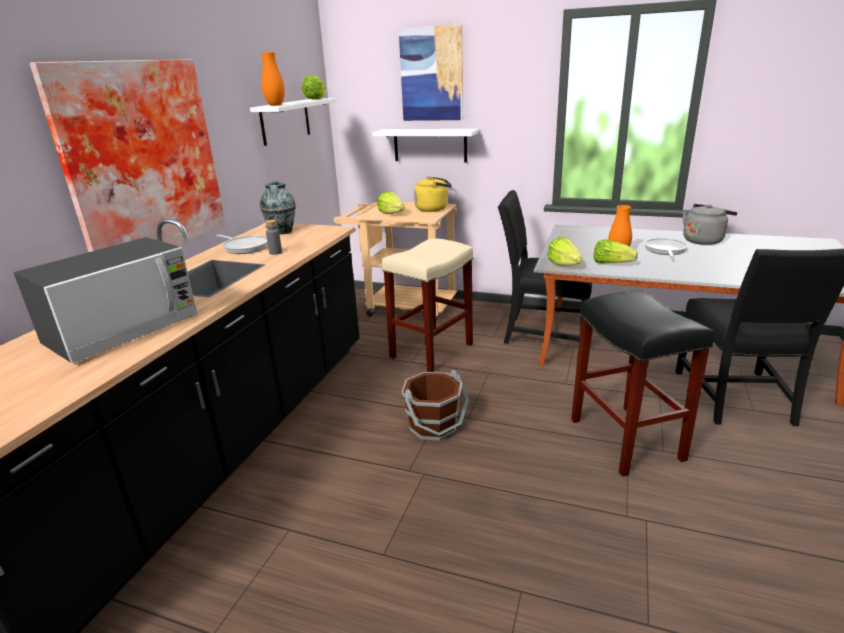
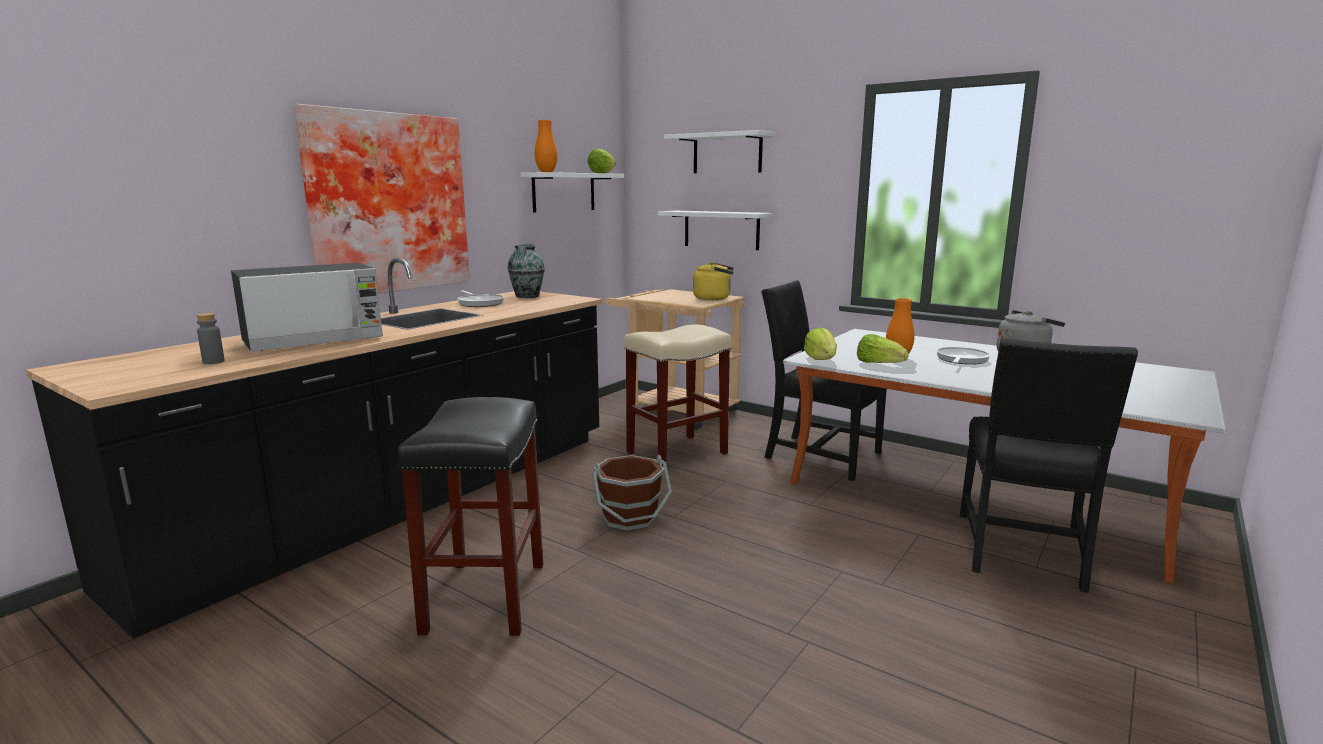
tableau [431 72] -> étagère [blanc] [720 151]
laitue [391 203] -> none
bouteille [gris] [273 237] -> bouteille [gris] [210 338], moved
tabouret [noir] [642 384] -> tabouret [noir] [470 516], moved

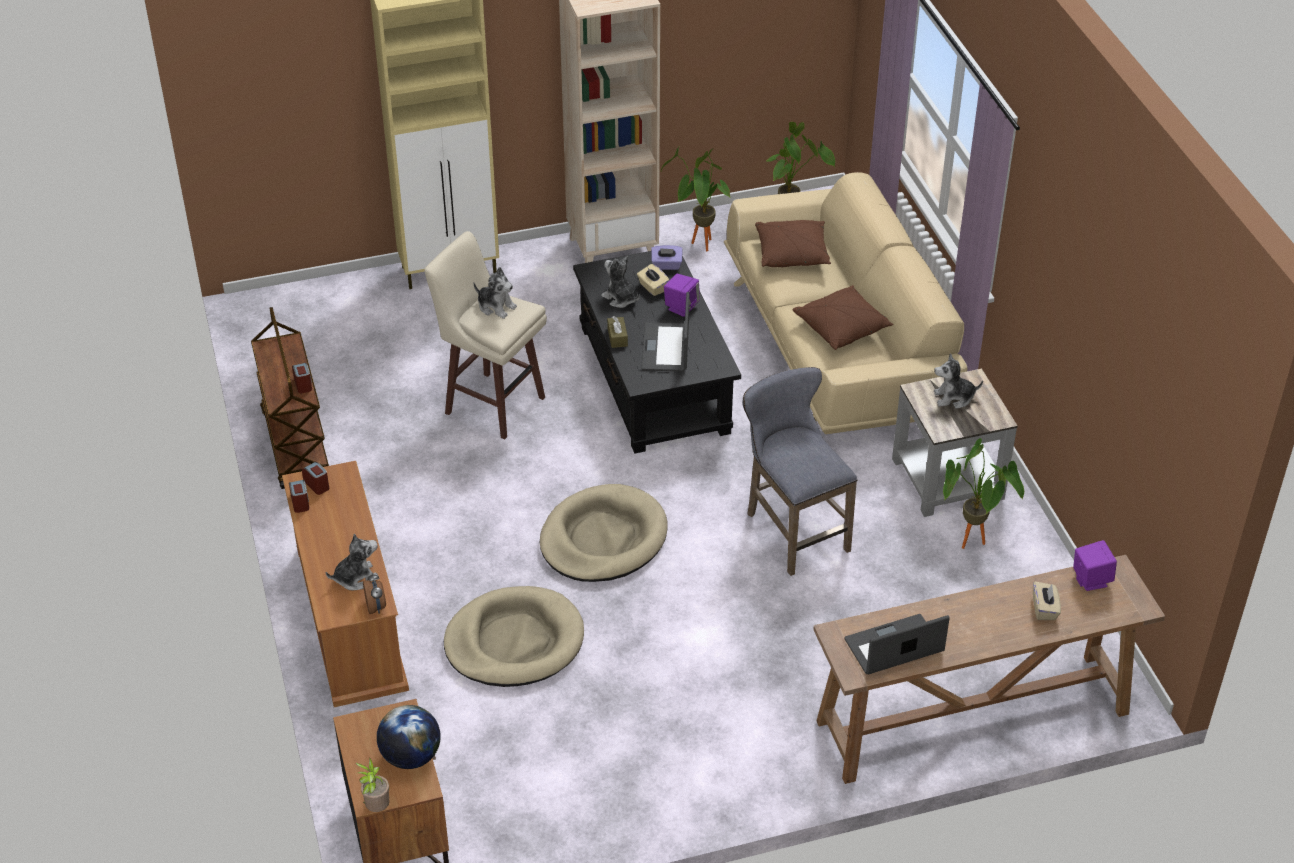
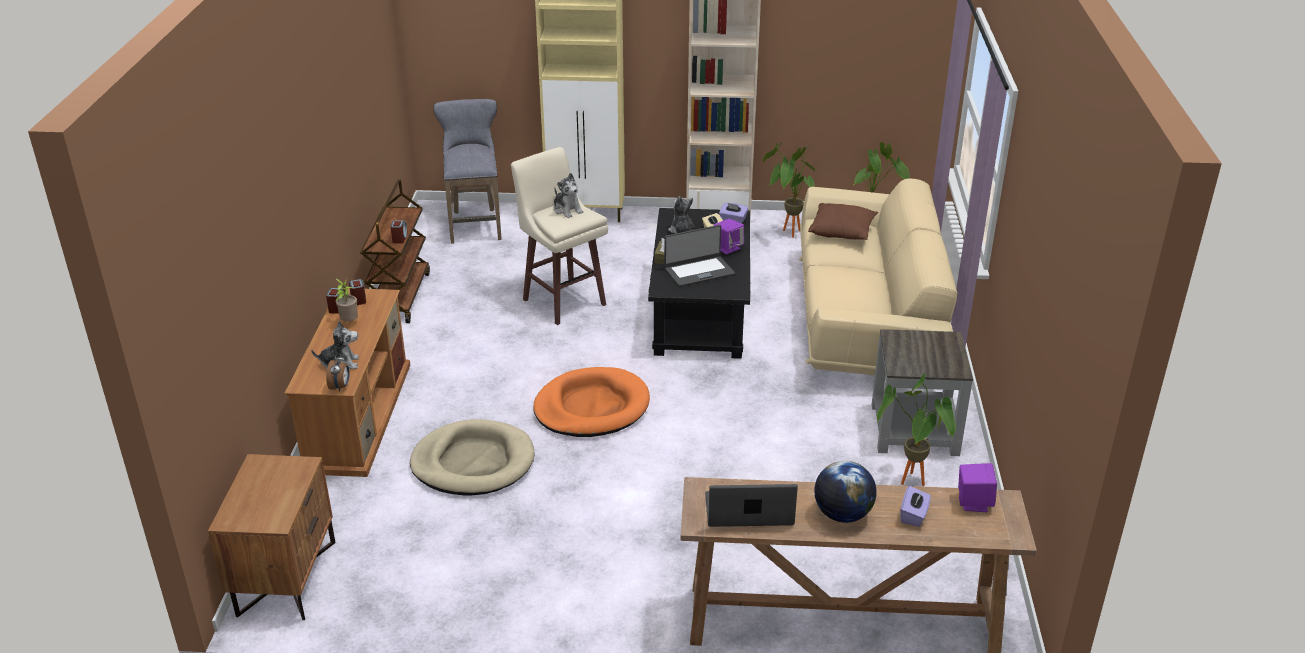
coussin [marron] [843 317] -> none
ordinateur portable [665 332] -> ordinateur portable [699 256], 135 degrees counterclockwise
peluche [958 381] -> none
tabouret [gris] [800 471] -> tabouret [gris] [467 171], moved
panier pour chien [beige] [604 533] -> panier pour chien [orange] [591 402]
boîte à mouchoirs [beige] [1047 600] -> boîte à mouchoirs [violet] [915 506]
globe [408 737] -> globe [845 492], moved
plante en pot [373 784] -> plante en pot [346 300], moved

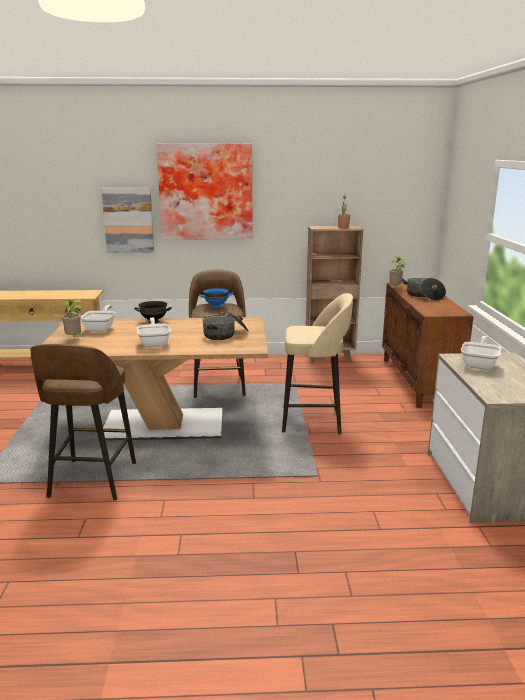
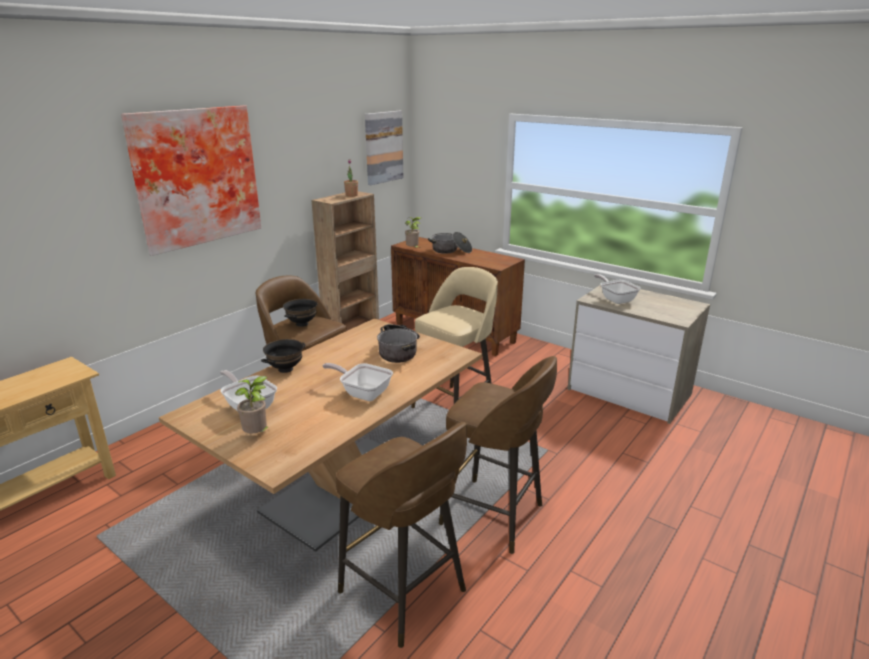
tableau [127 220] -> tableau [384 148], moved
bol [bleu] [216 298] -> bol [noir] [300 313]
none -> tabouret [marron] [498 455]

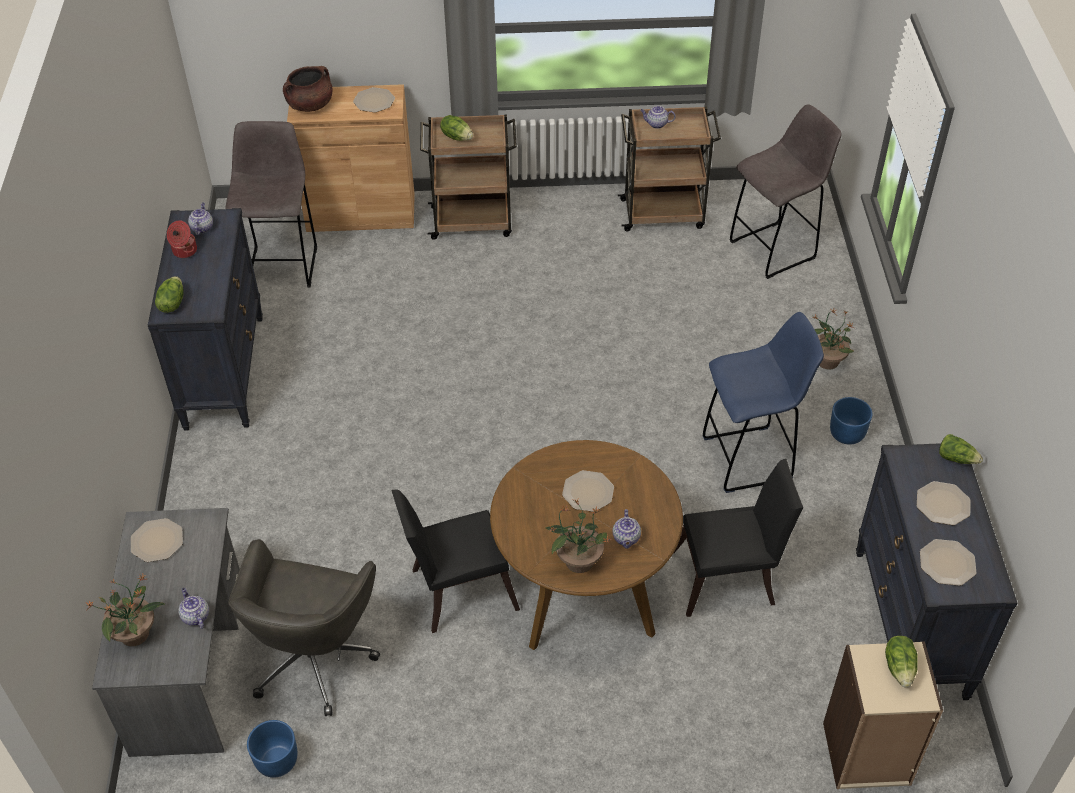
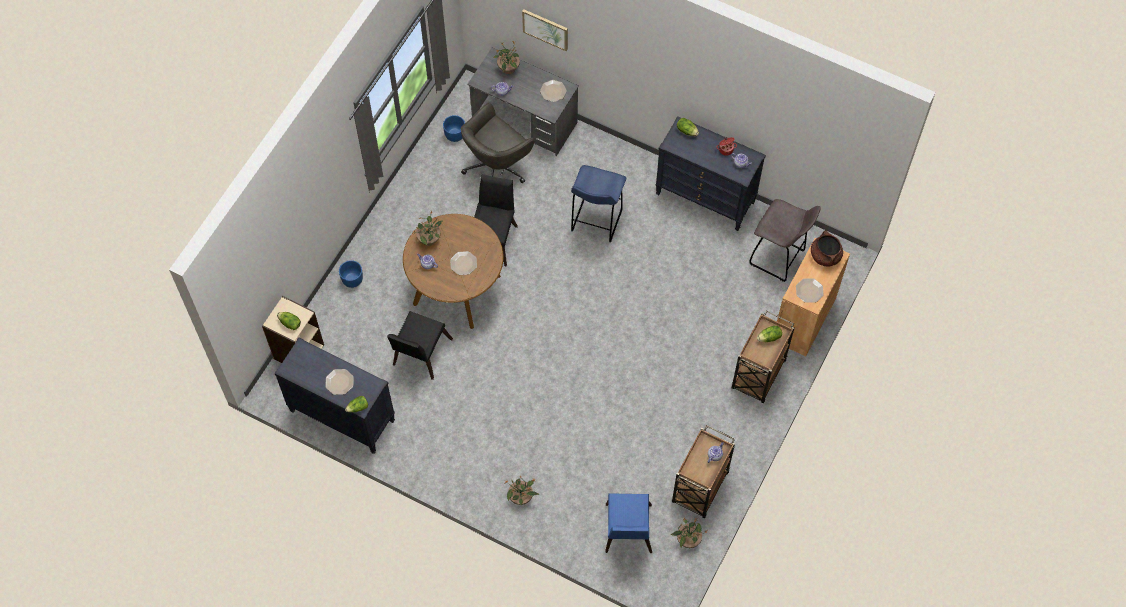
tabouret [gris] [786 191] -> chaise [bleu] [628 523]
tabouret [bleu] [763 402] -> tabouret [bleu] [598 203], moved
cache-pot [bleu] [851 421] -> cache-pot [bleu] [351 274], moved
chaise de bureau [gris] [304 627] -> chaise de bureau [gris] [497 143], 90 degrees counterclockwise
assiette [948 562] -> none
none -> tableau [545 30]
none -> plante en pot [689 532]

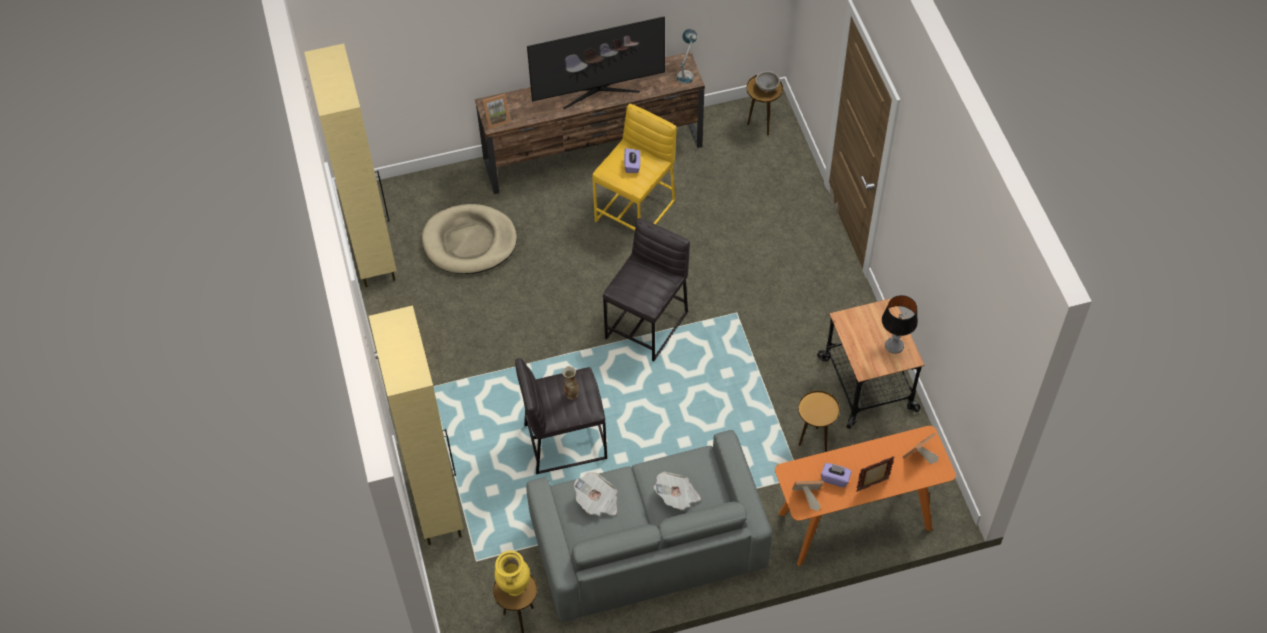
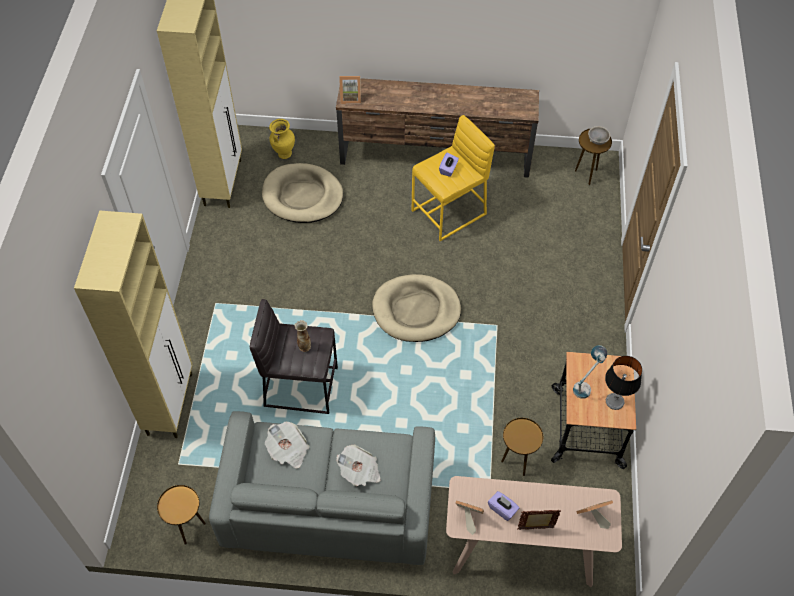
téléviseur [596 63] -> none
lampe de table [687 56] -> lampe de table [590 372], moved
tabouret [gris] [646 289] -> panier pour chien [beige] [416 308]
table console [orange] [865 496] -> table console [beige] [534 531]
vase [jaune] [512 573] -> vase [jaune] [282 139], moved

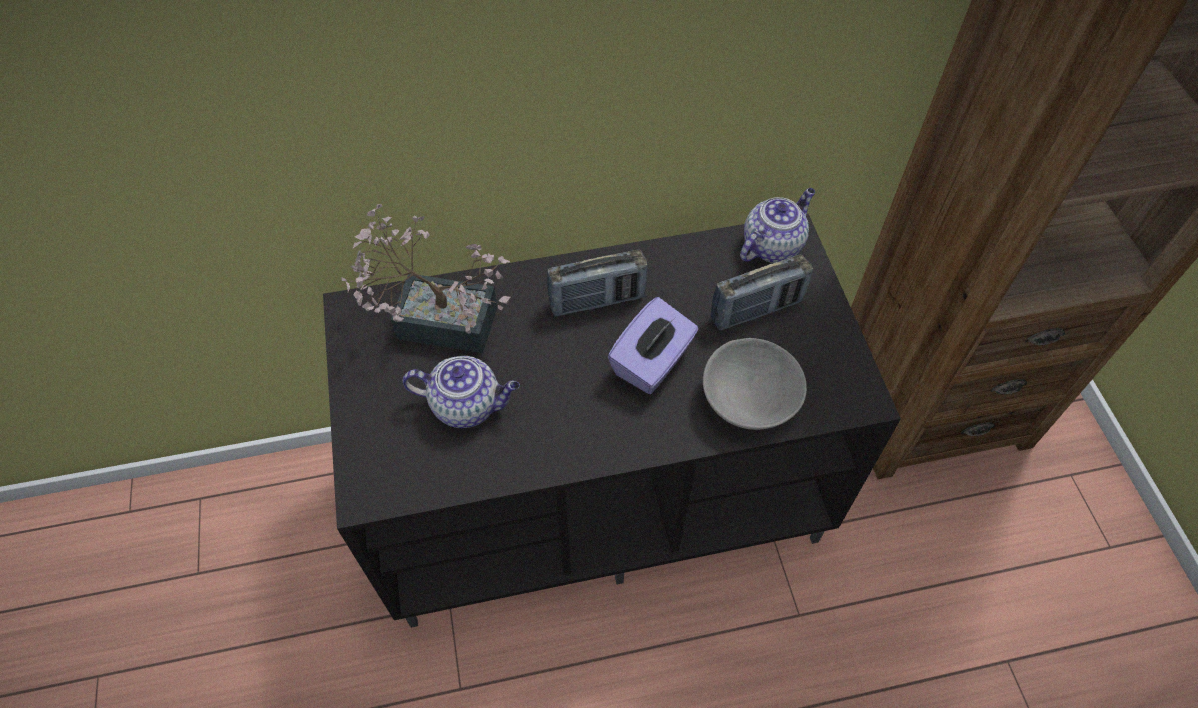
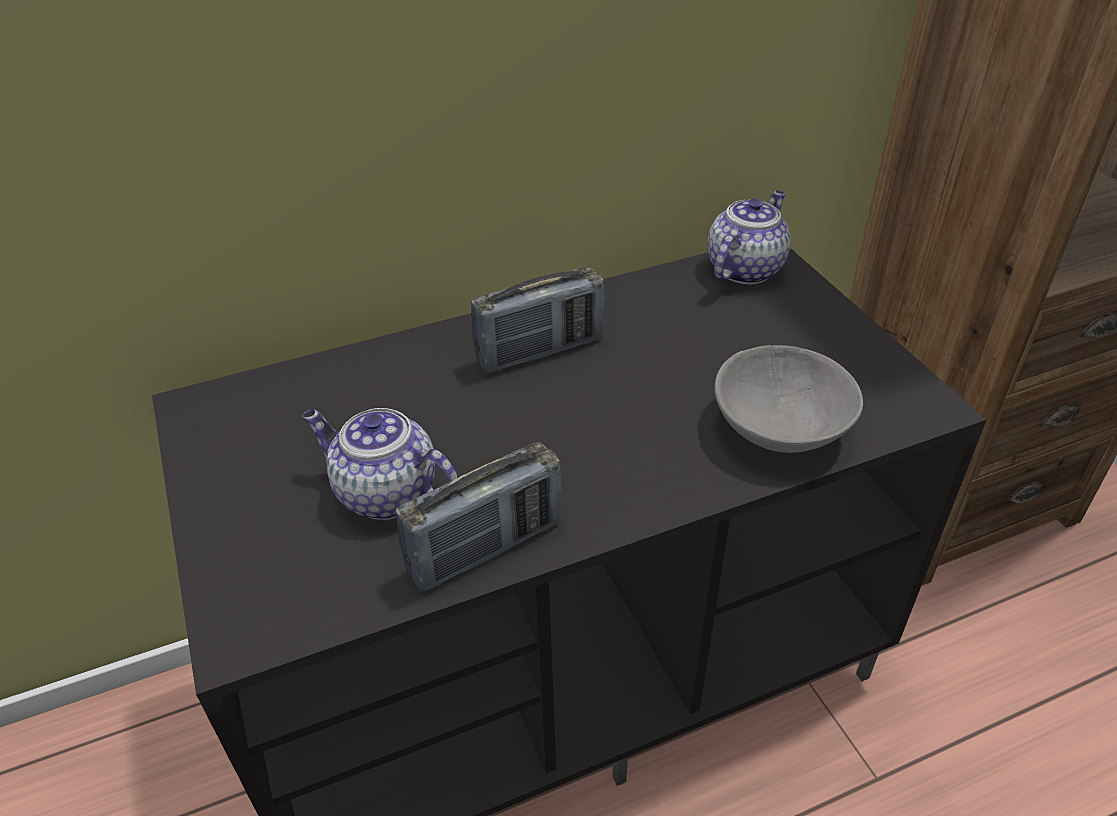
plante en pot [425 278] -> none
radio [762 293] -> radio [479 517], moved
boîte à mouchoirs [violet] [653 345] -> none
théière [461 392] -> théière [380 464], 150 degrees counterclockwise

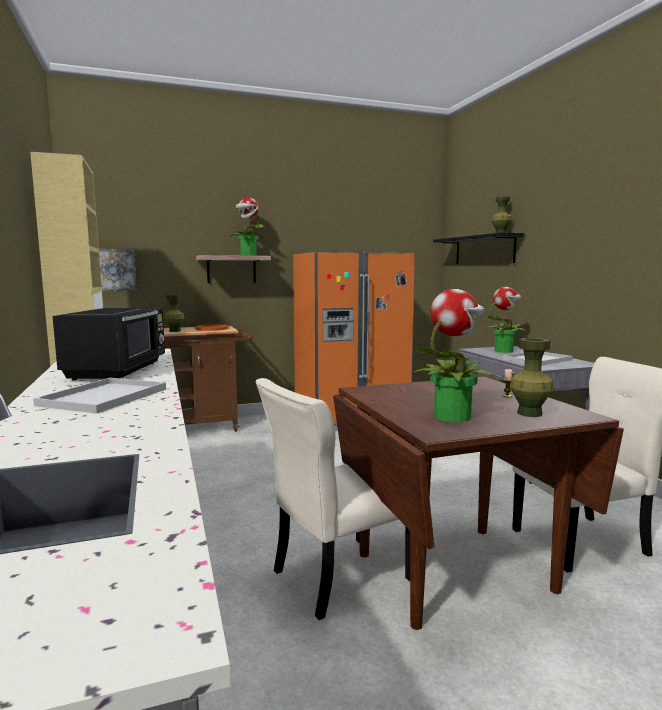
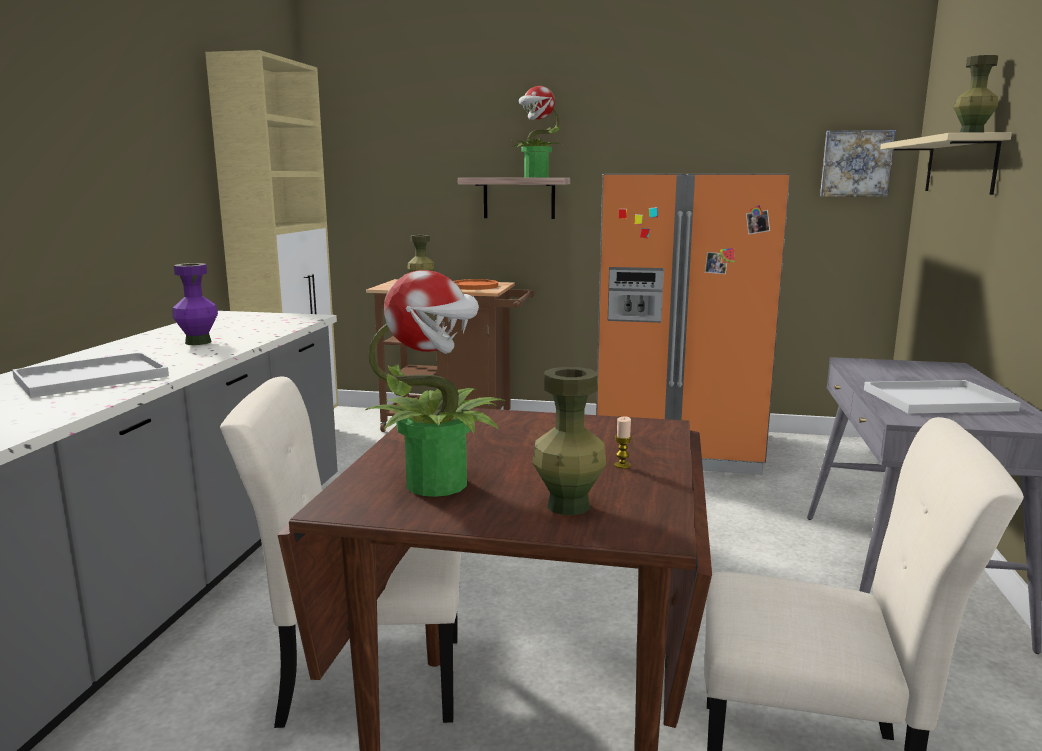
étagère [noir] [478 248] -> étagère [beige] [946 163]
tableau [117 270] -> tableau [858 163], moved
plante en pot [505 320] -> none
micro-ondes [noir] [109 344] -> vase [violet] [195 304]

